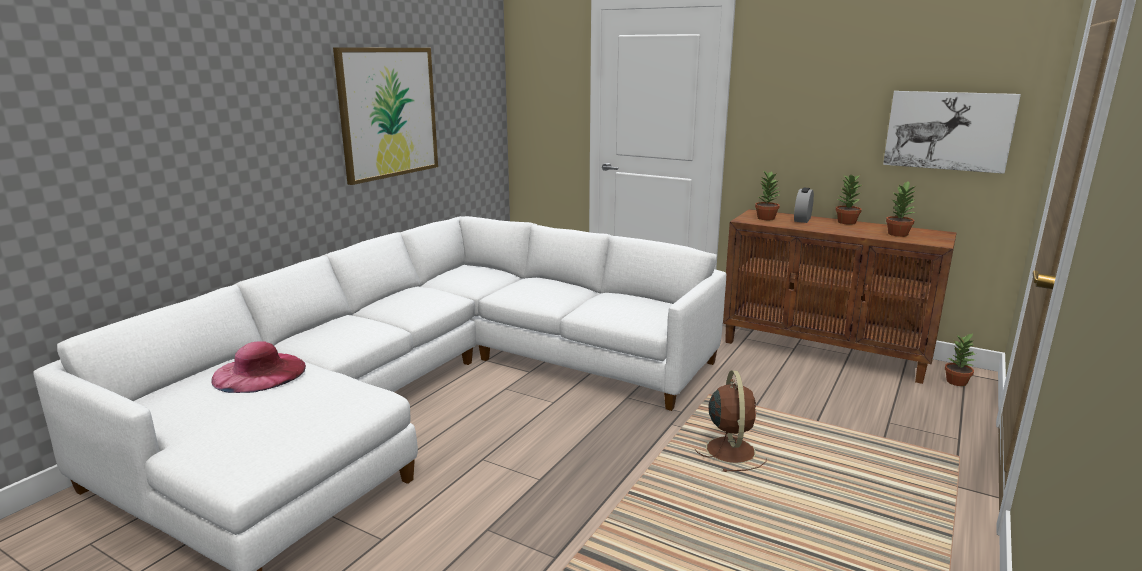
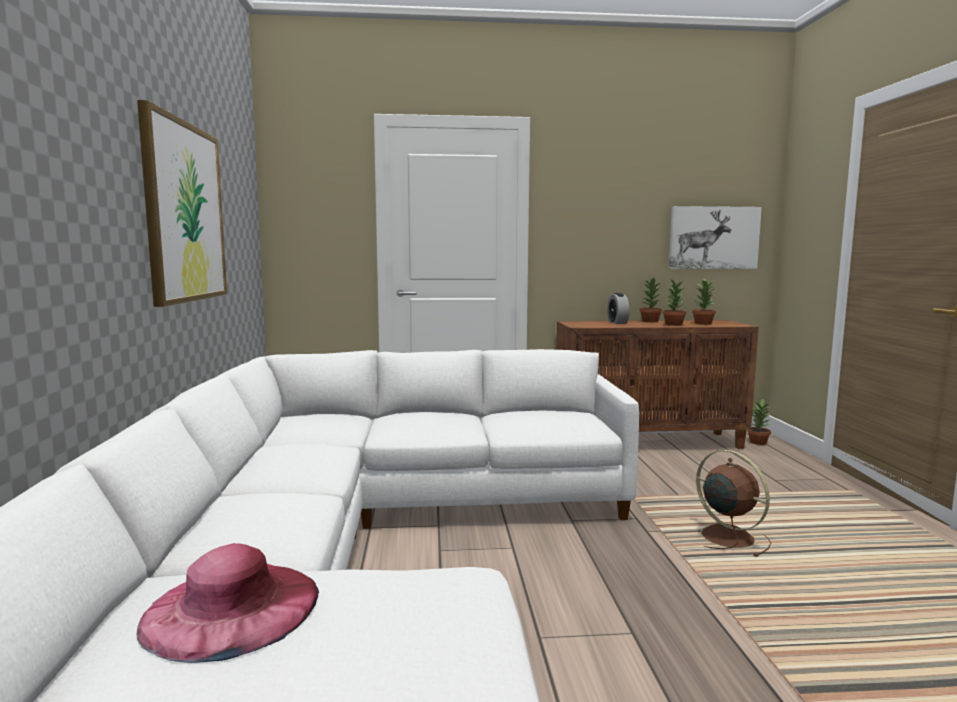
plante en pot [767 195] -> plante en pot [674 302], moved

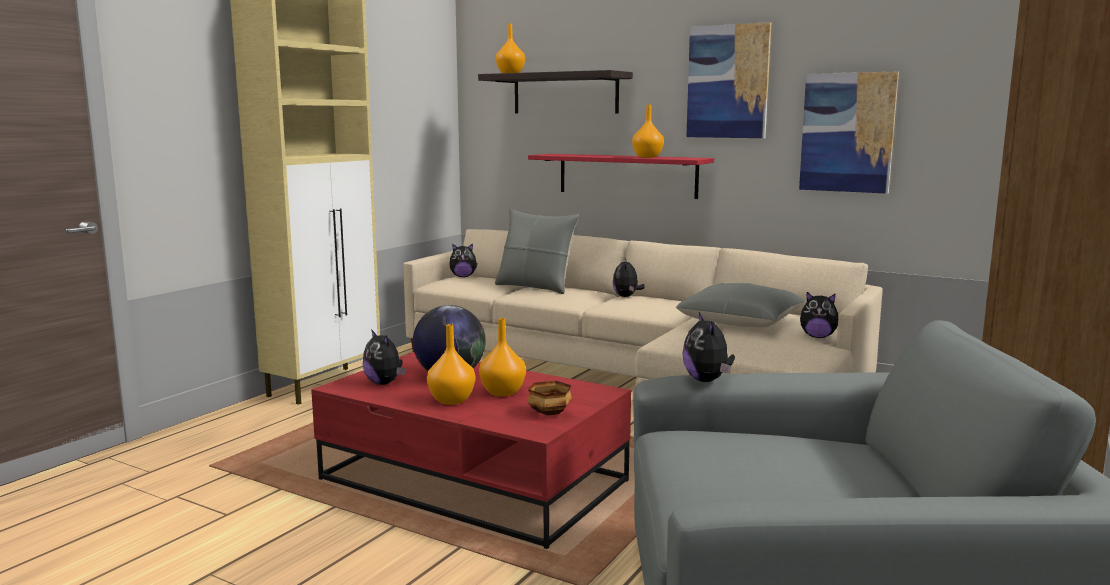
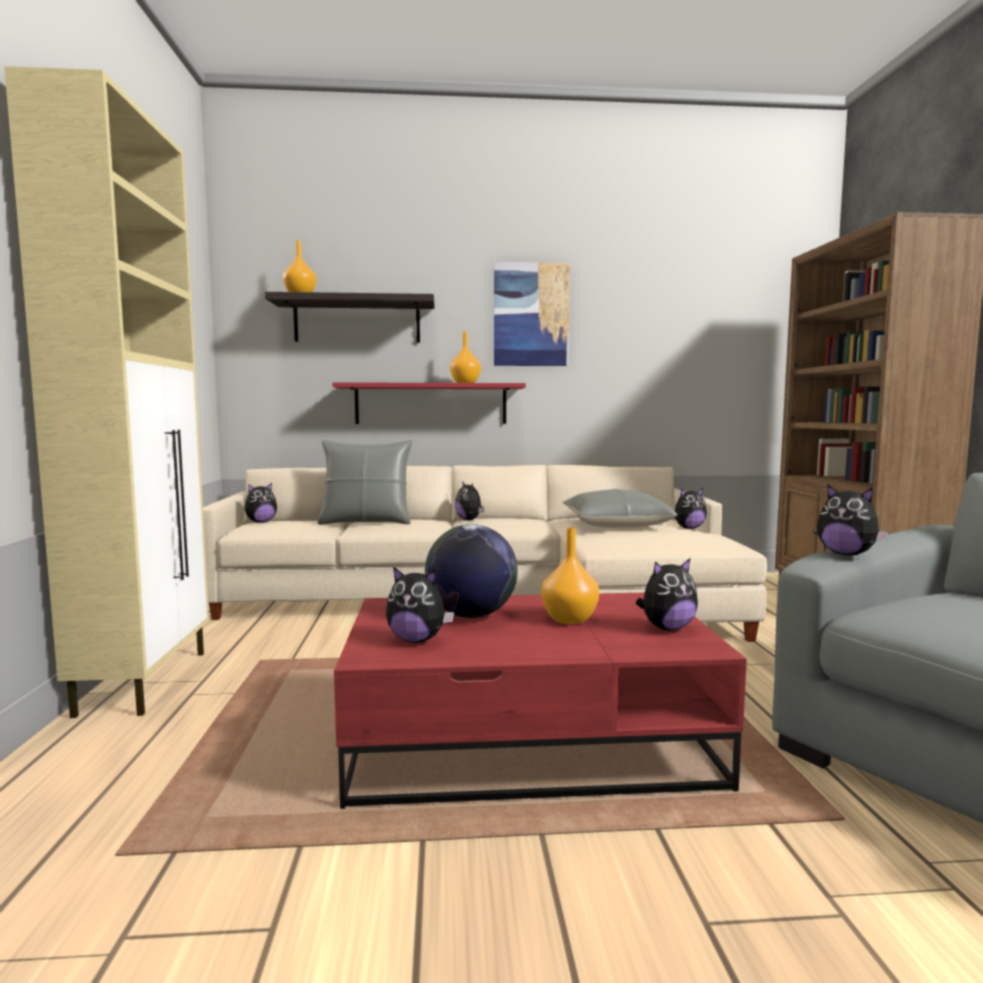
tableau [849 133] -> none
vase [orange] [451 364] -> none
bol [550 398] -> peluche [667 594]

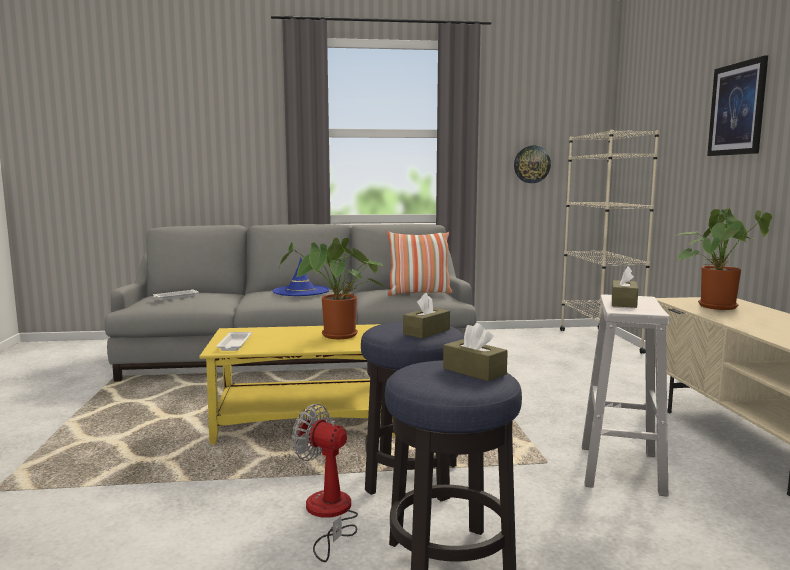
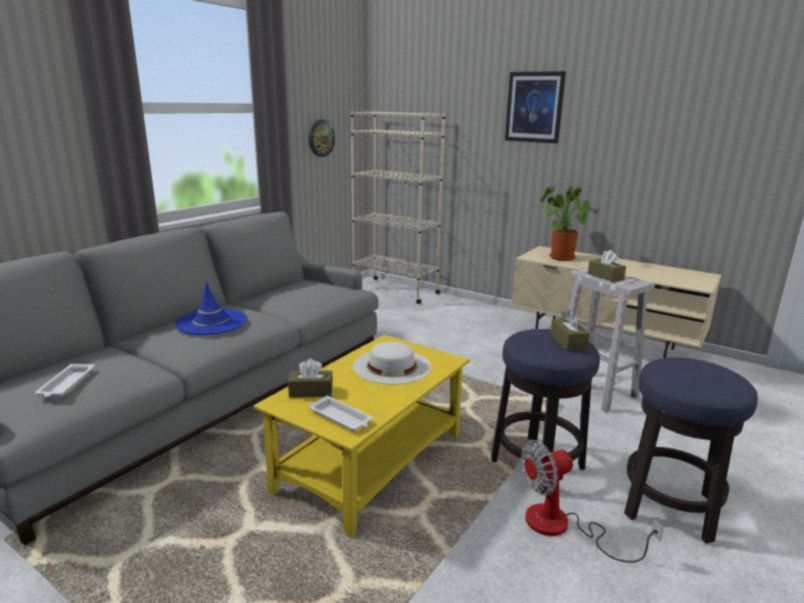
coussin [420 263] -> none
plante en pot [332 288] -> chapeau [blanc] [392 363]
boîte à mouchoirs [marron] [475 352] -> boîte à mouchoirs [marron] [310 378], moved

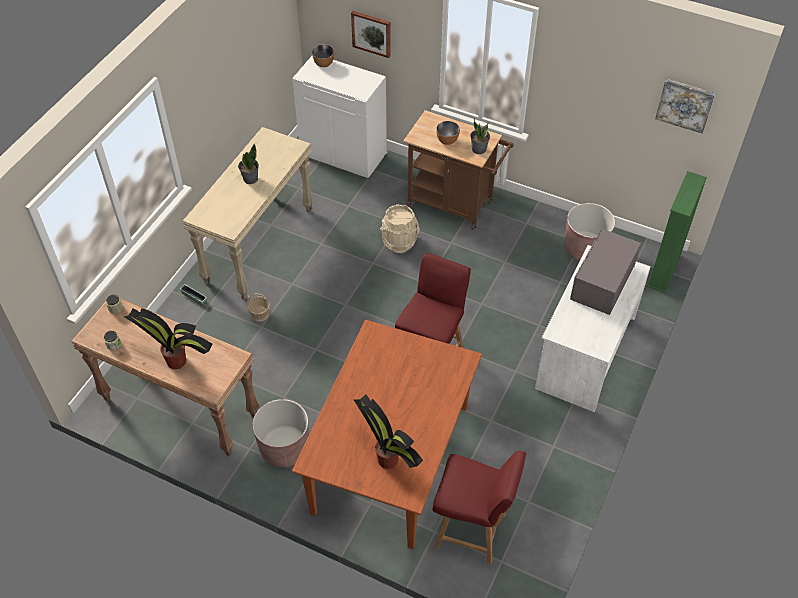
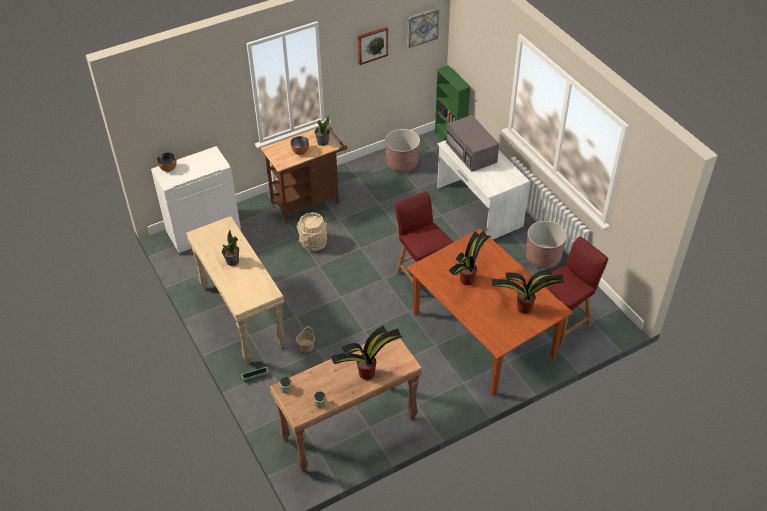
tableau [371 34] -> tableau [372 45], moved
cache-pot [marron] [280 433] -> cache-pot [marron] [546 245], moved
none -> plante en pot [470 258]

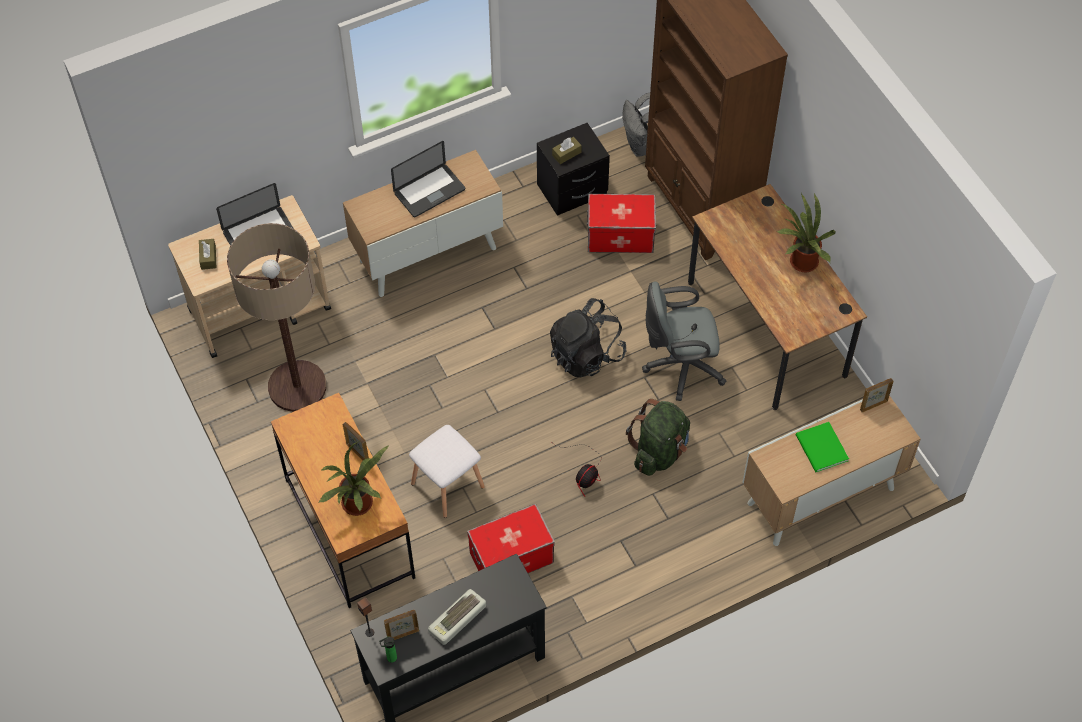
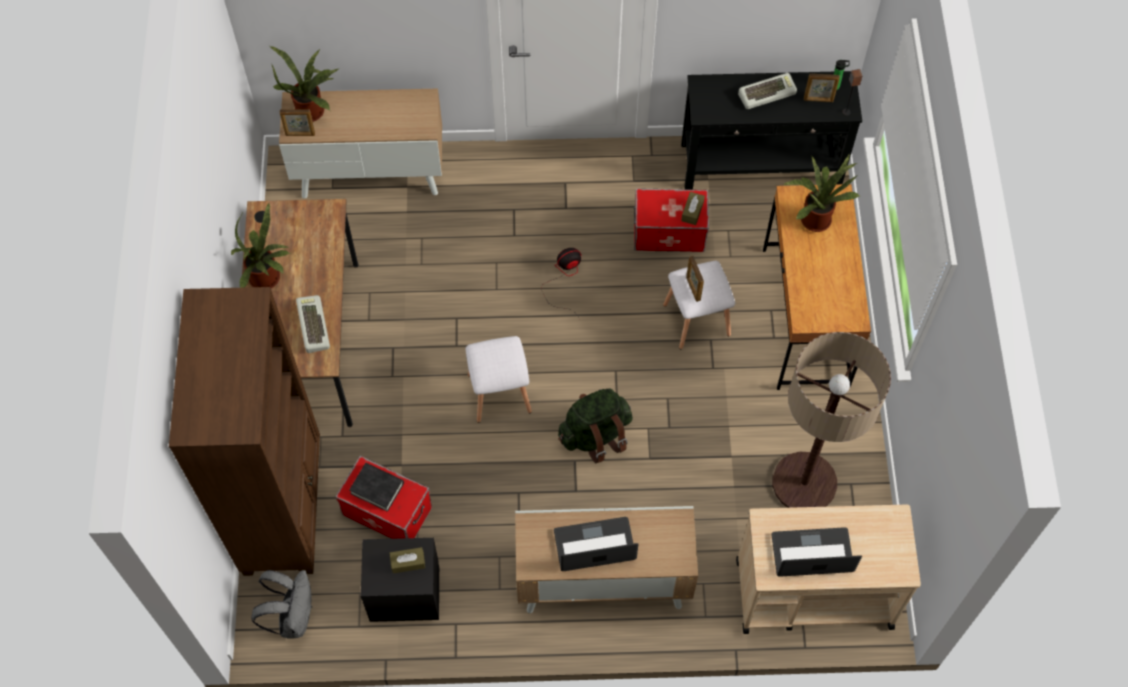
boîte à mouchoirs [marron] [207 254] -> boîte à mouchoirs [marron] [693 208], moved
chaise de bureau [gris] [684 341] -> none
sac à dos [noir] [588 337] -> tabouret [blanc] [499 379]
sac à dos [vert] [658 437] -> sac à dos [vert] [595 426], moved
cadre photo [356 441] -> cadre photo [695 279], moved
livre [vert] [822 447] -> none
none -> plante en pot [304 84]
none -> clavier [313 324]
none -> livre [noir] [376 487]

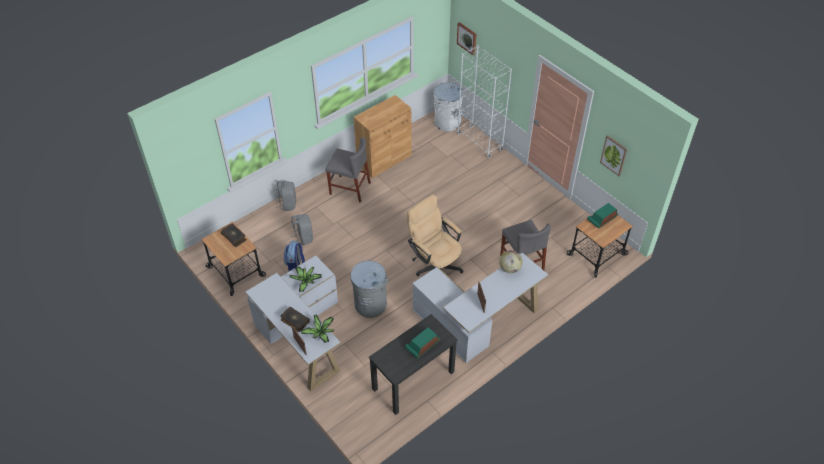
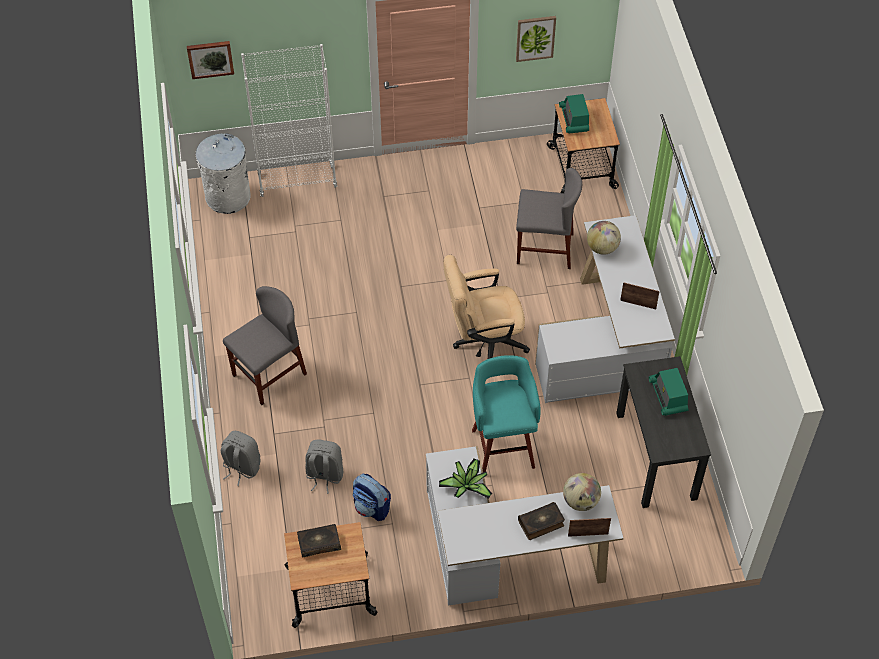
meuble de rangement [marron] [383 136] -> none
poubelle [gris] [369 289] -> tabouret [turquoise] [506 413]
plante en pot [318 328] -> globe [582 492]

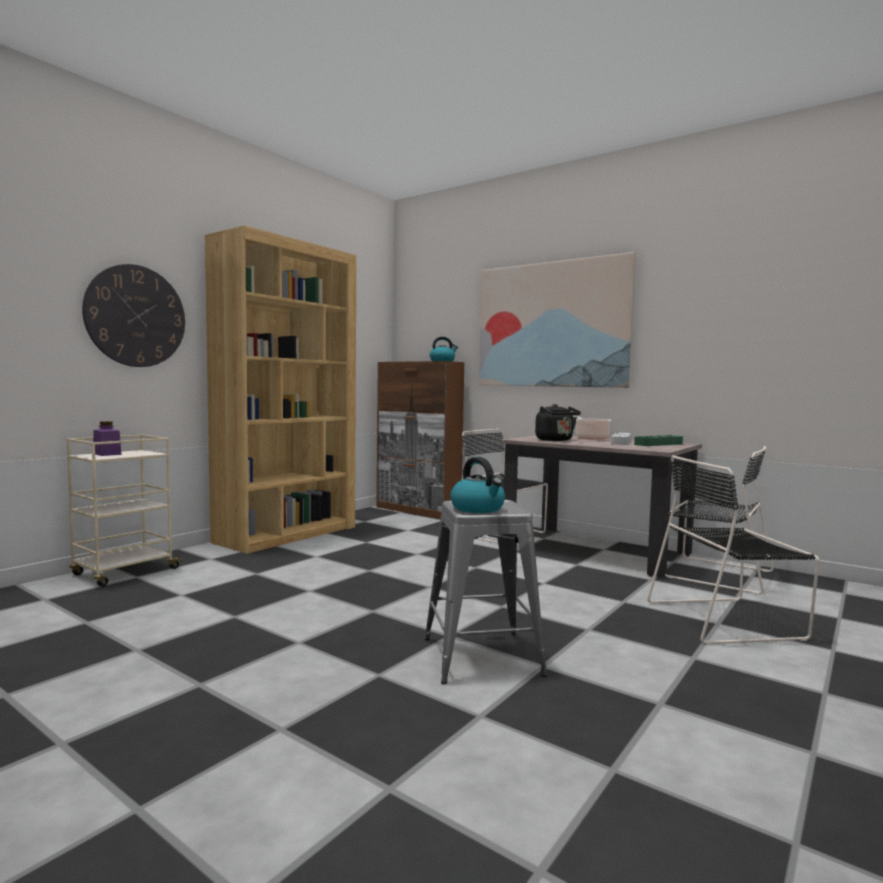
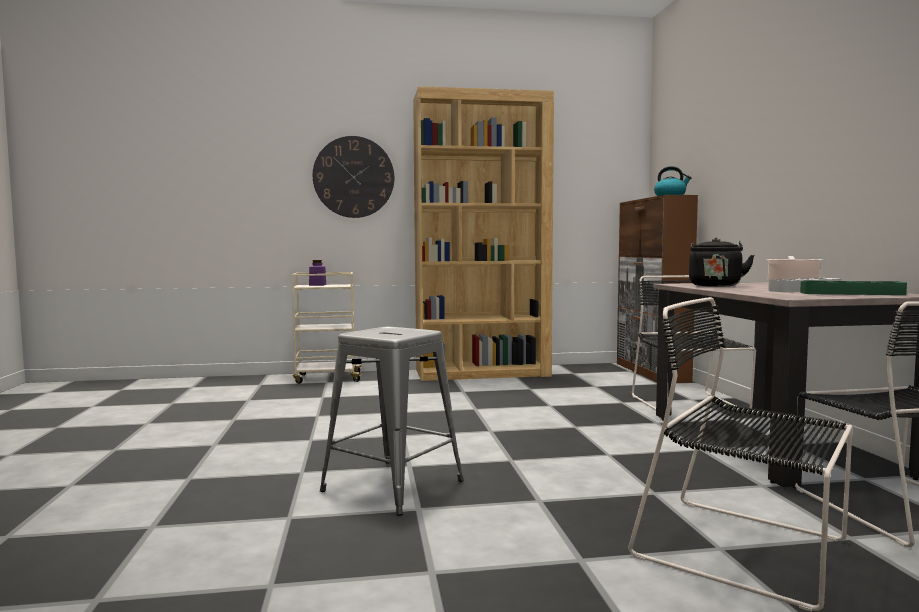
tableau [557 320] -> none
bouilloire [477 485] -> none

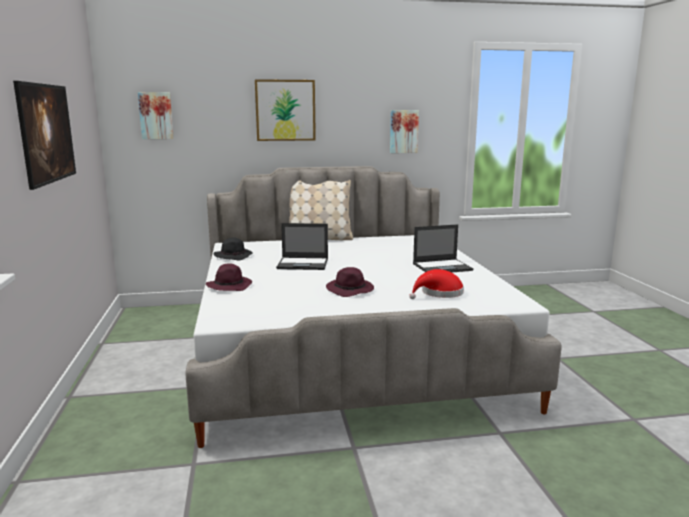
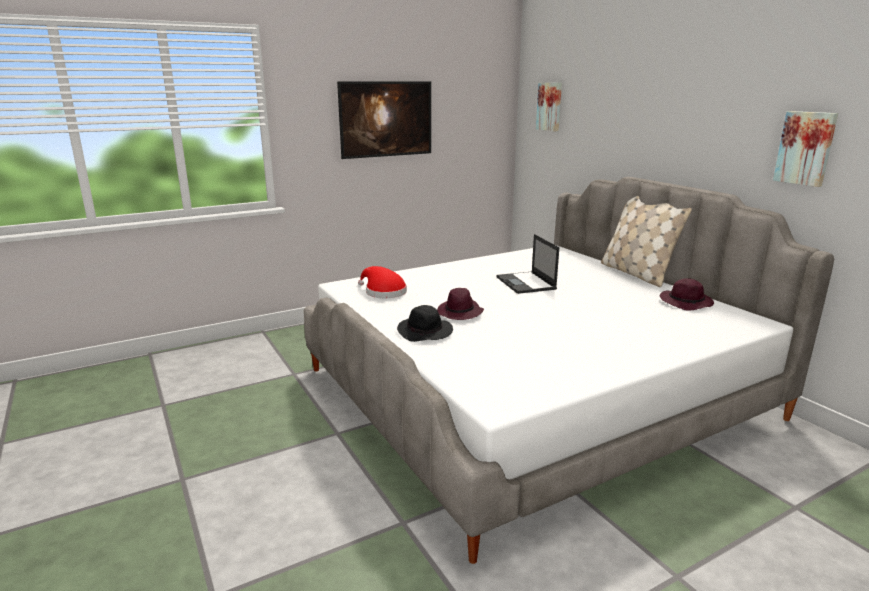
tableau [285 110] -> none
ordinateur portable [443 248] -> none
chapeau [noir] [233 248] -> chapeau [noir] [425 323], moved
chapeau [violet] [229 277] -> chapeau [violet] [687 294], moved
chapeau [rouge] [436 284] -> chapeau [rouge] [382 282], moved

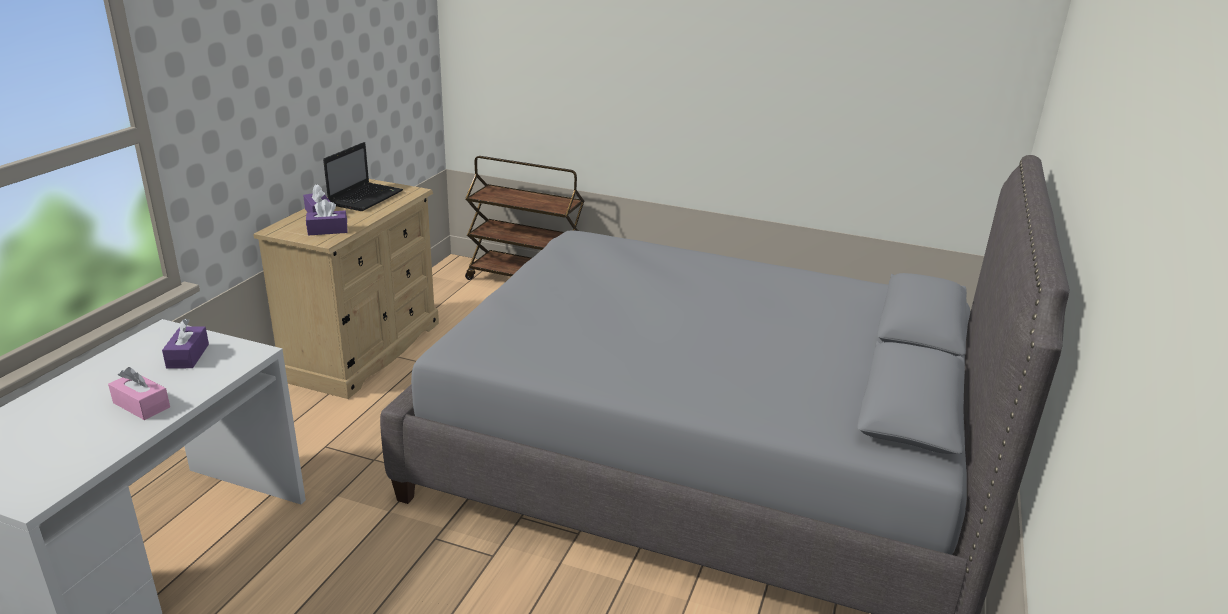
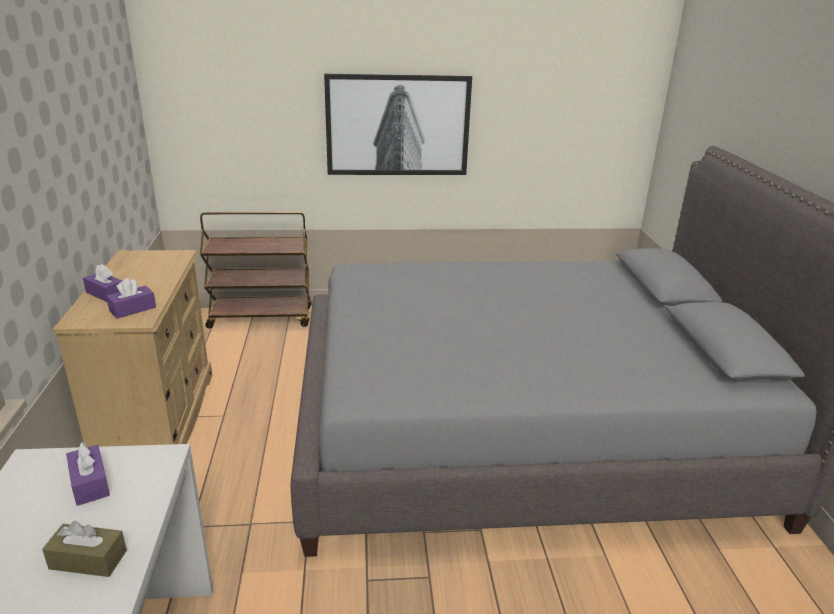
ordinateur portable [363 176] -> none
boîte à mouchoirs [rose] [139 393] -> boîte à mouchoirs [marron] [84 549]
none -> tableau [398 124]

